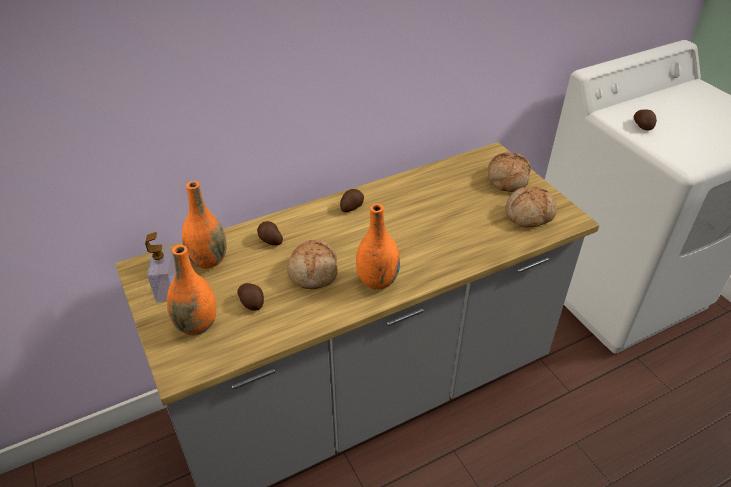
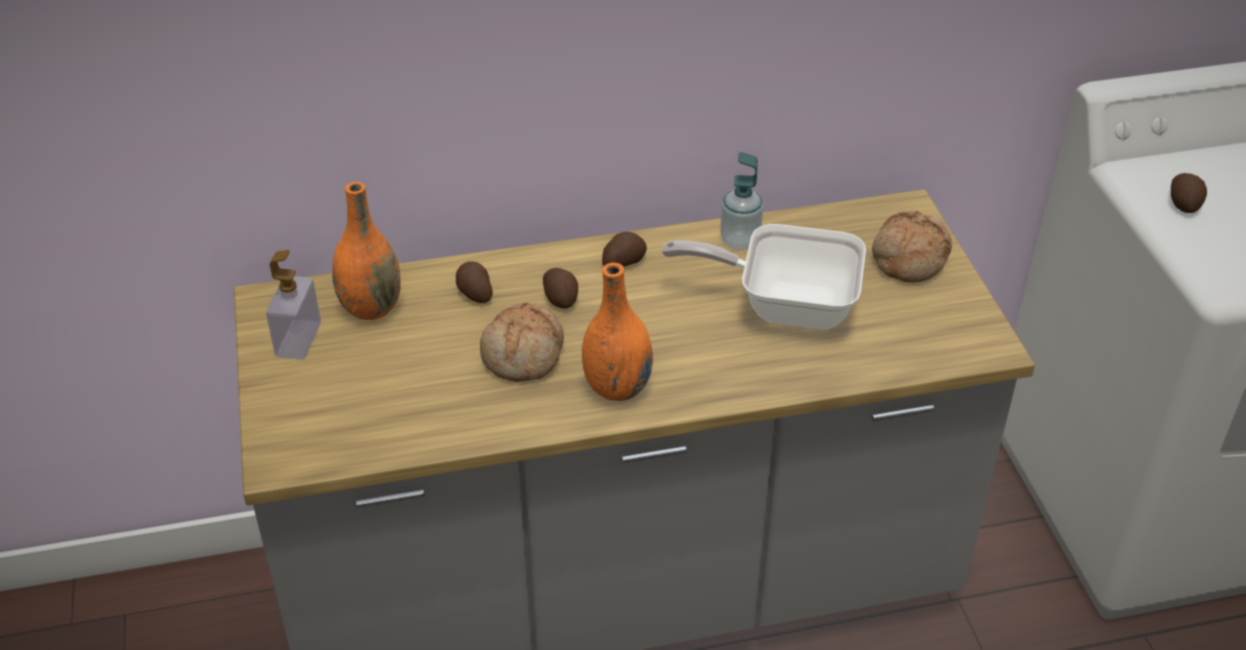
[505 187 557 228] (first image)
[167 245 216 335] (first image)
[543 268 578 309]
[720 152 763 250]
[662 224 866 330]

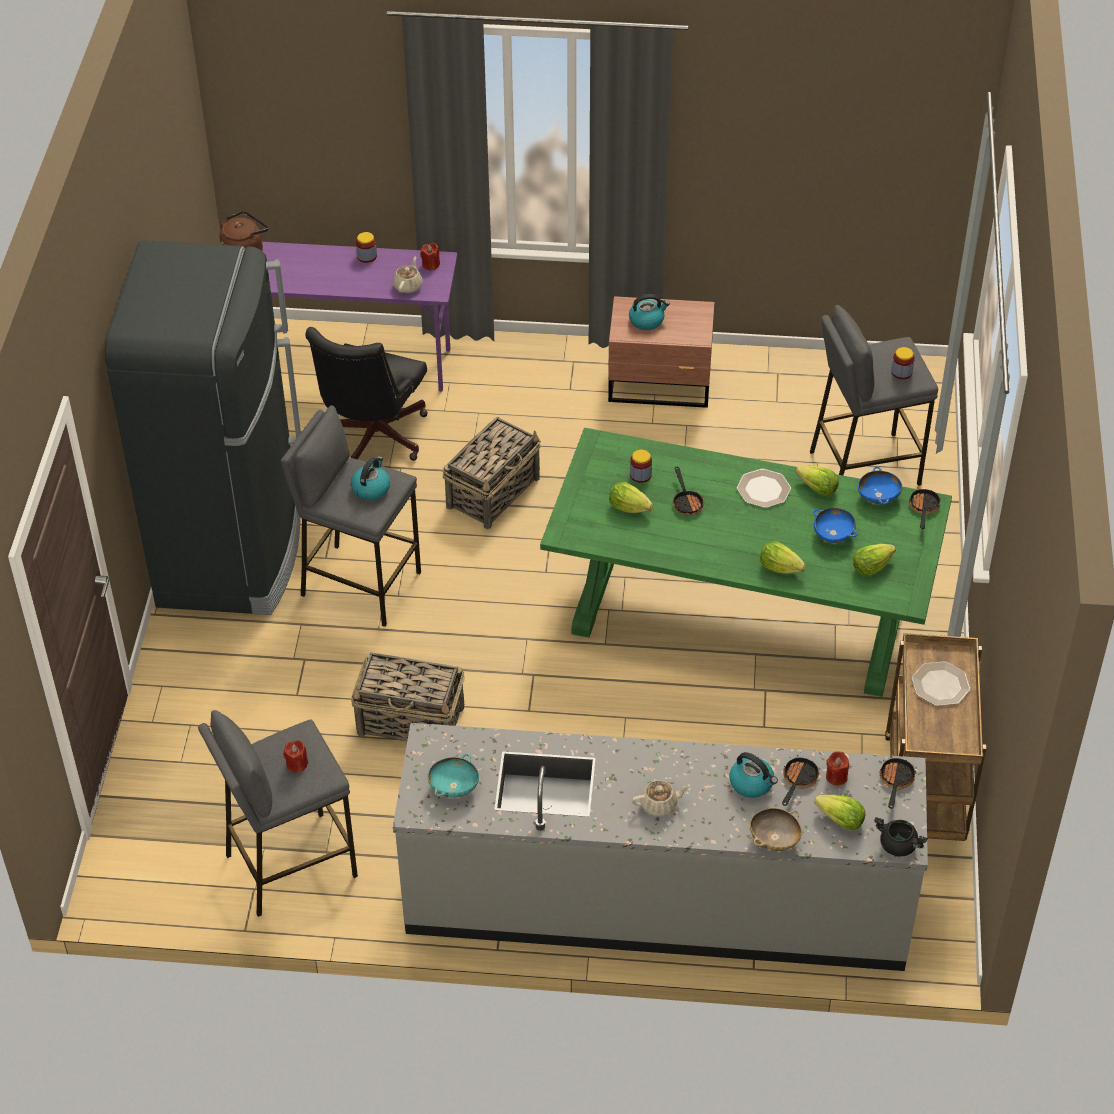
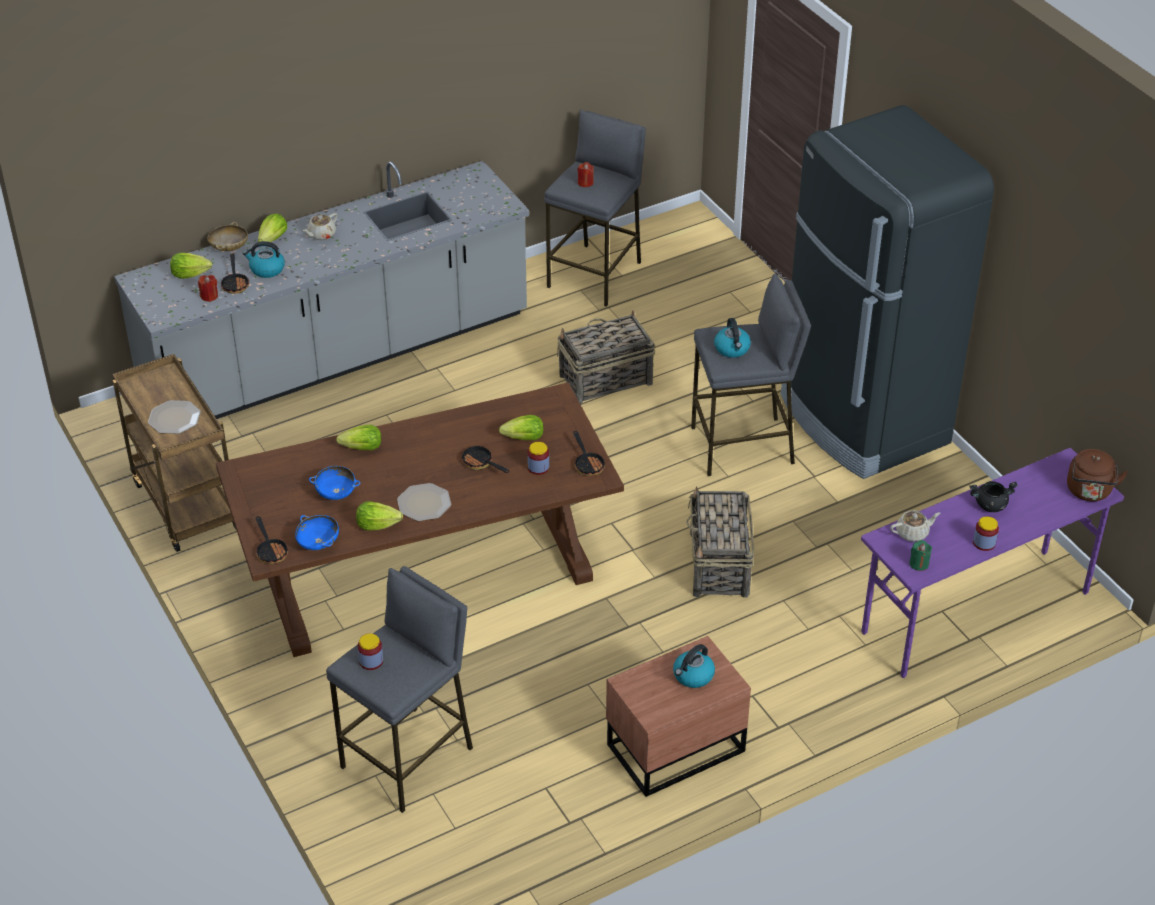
[909 540 932 571]
[890 510 940 542]
[306 327 428 461] (first image)
[216 383 624 657]
[258 213 287 242]
[428 754 479 798] (first image)
[573 431 606 476]
[969 481 1018 512]

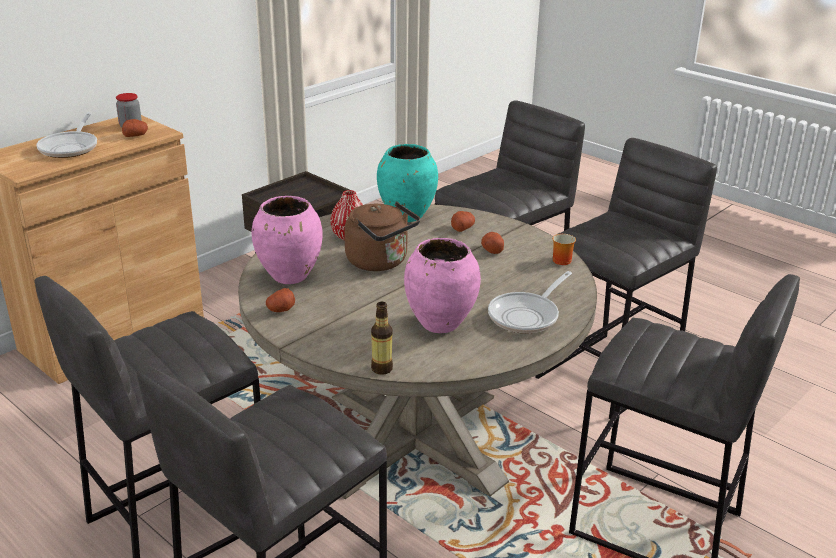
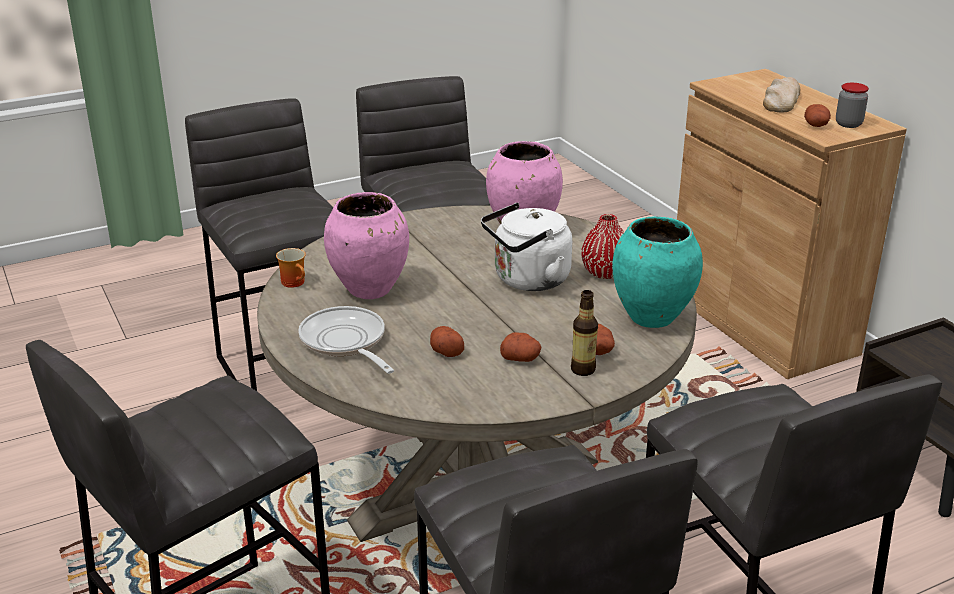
[763 77 800 113]
[481 203 572 291]
[276 248 306 288]
[430 326 464 357]
[571 290 598 376]

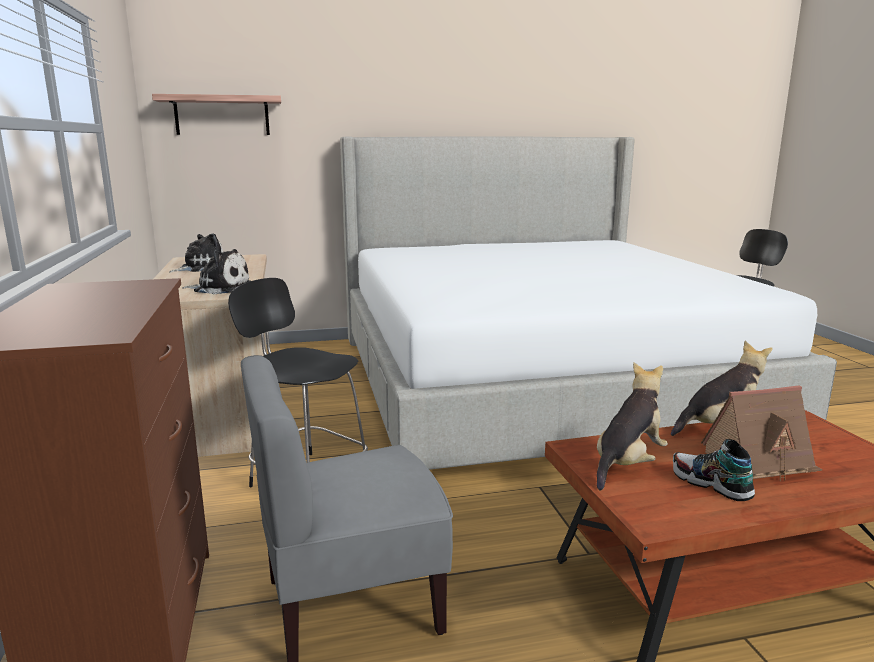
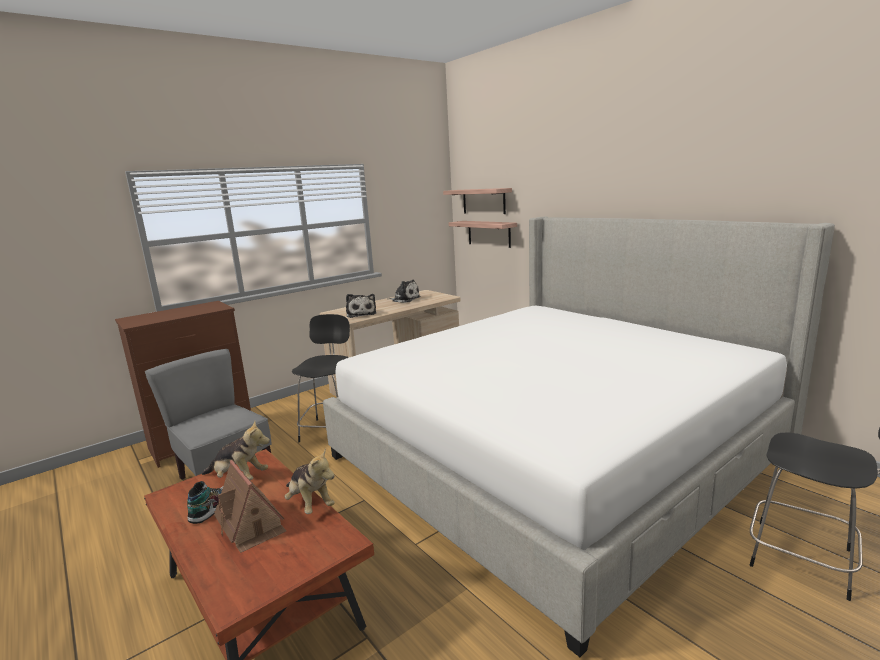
[449 221 517 248]

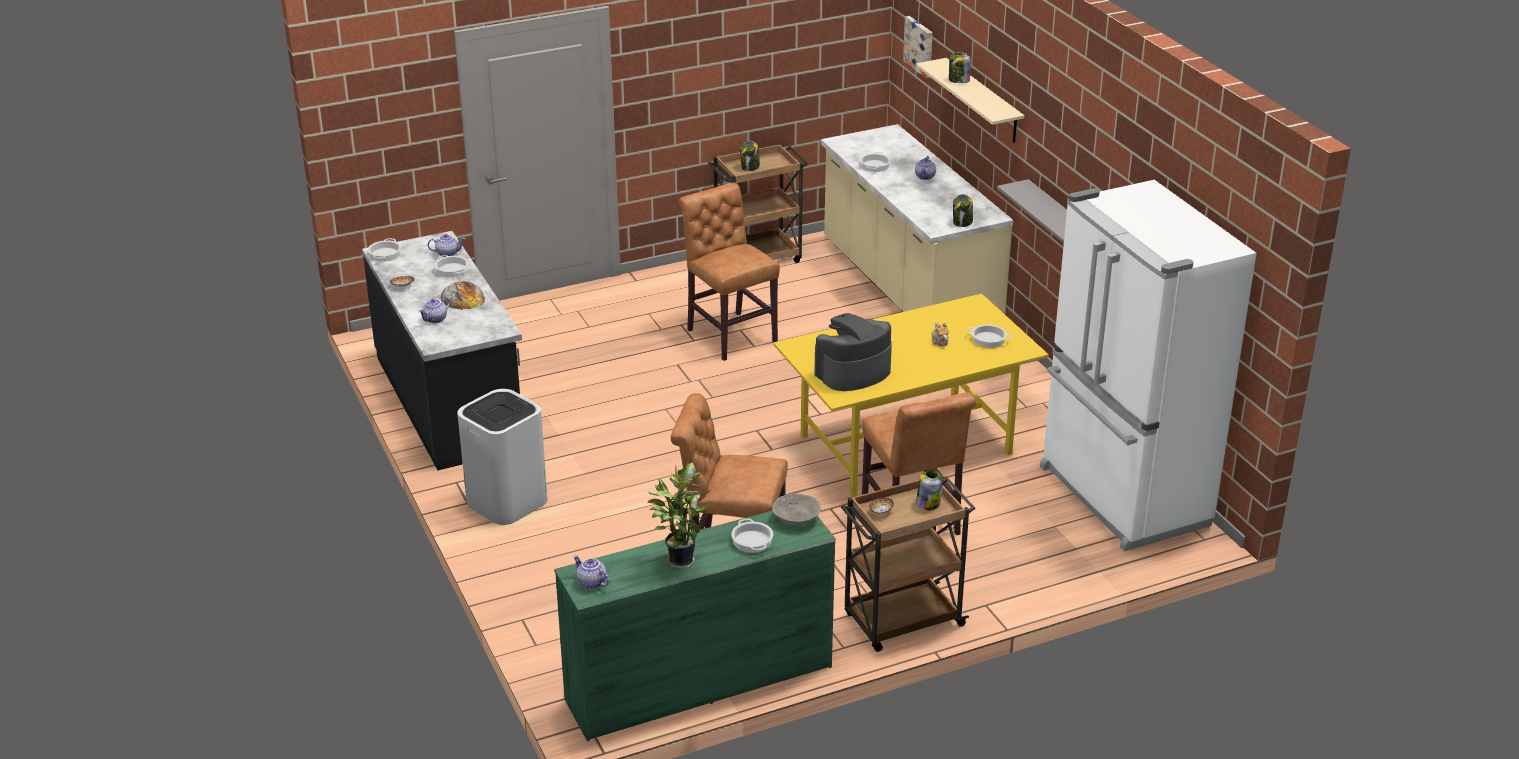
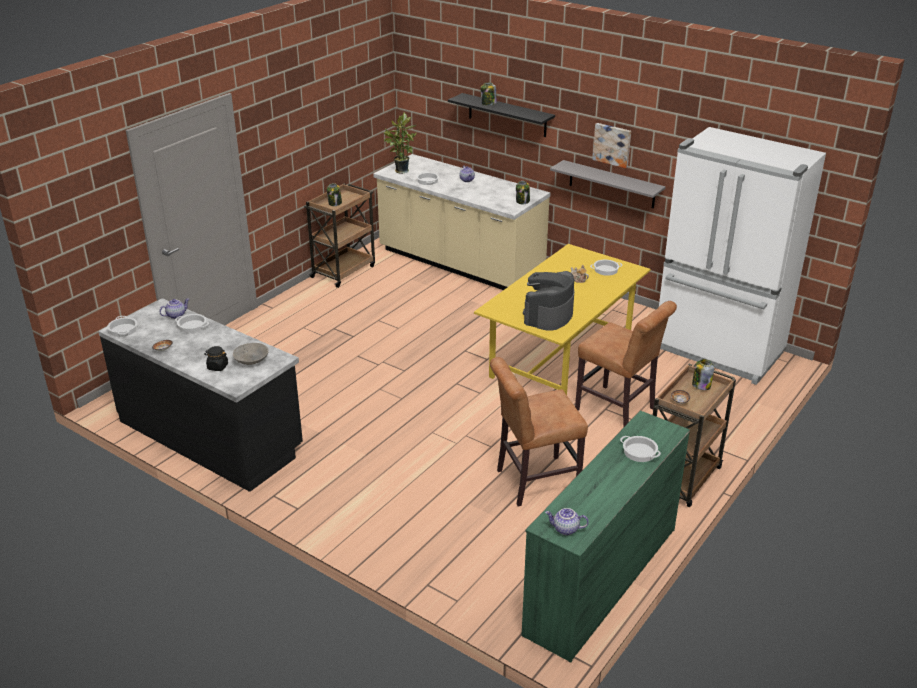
[593 123 631 168]
[448 93 555 137]
[679 183 780 361] (first image)
[441 281 485 310] (first image)
[204 346 228 371]
[457 389 548 525] (first image)
[384 113 417 174]
[233 343 269 365]

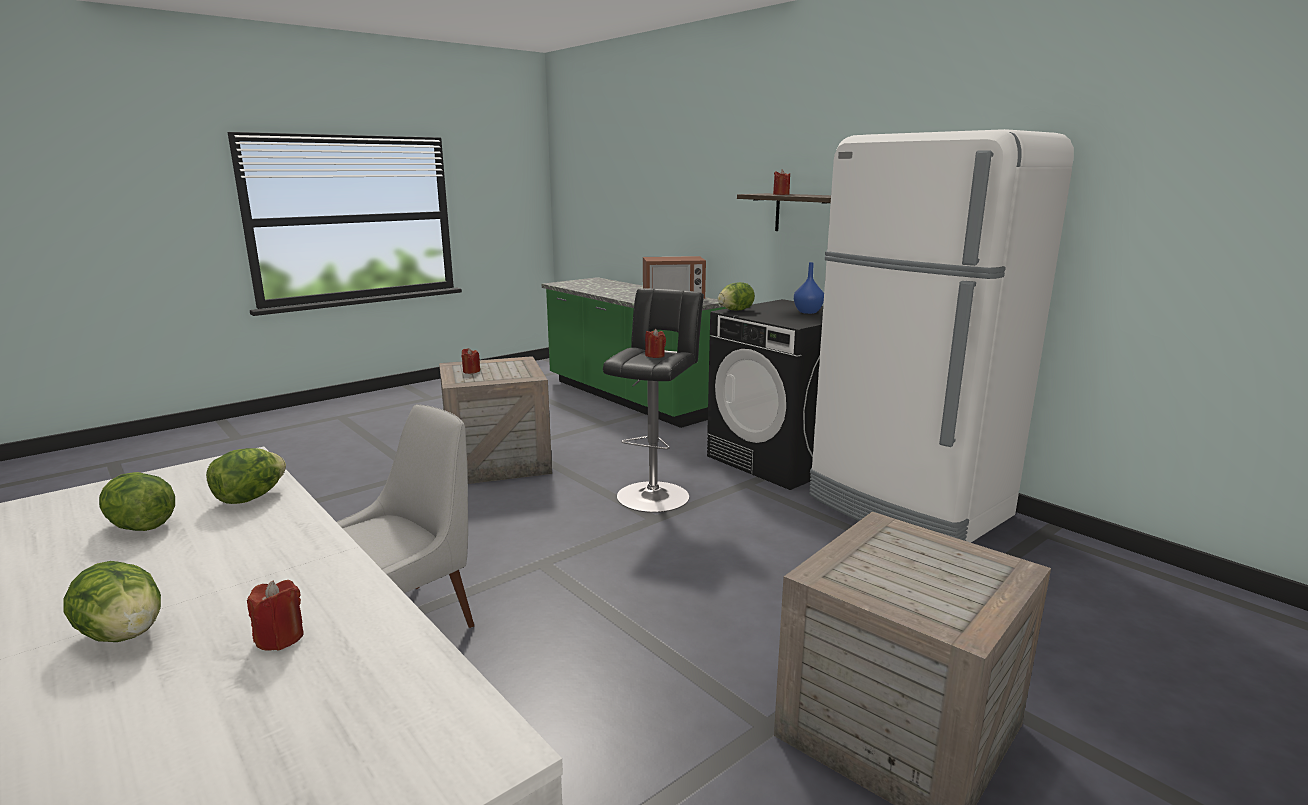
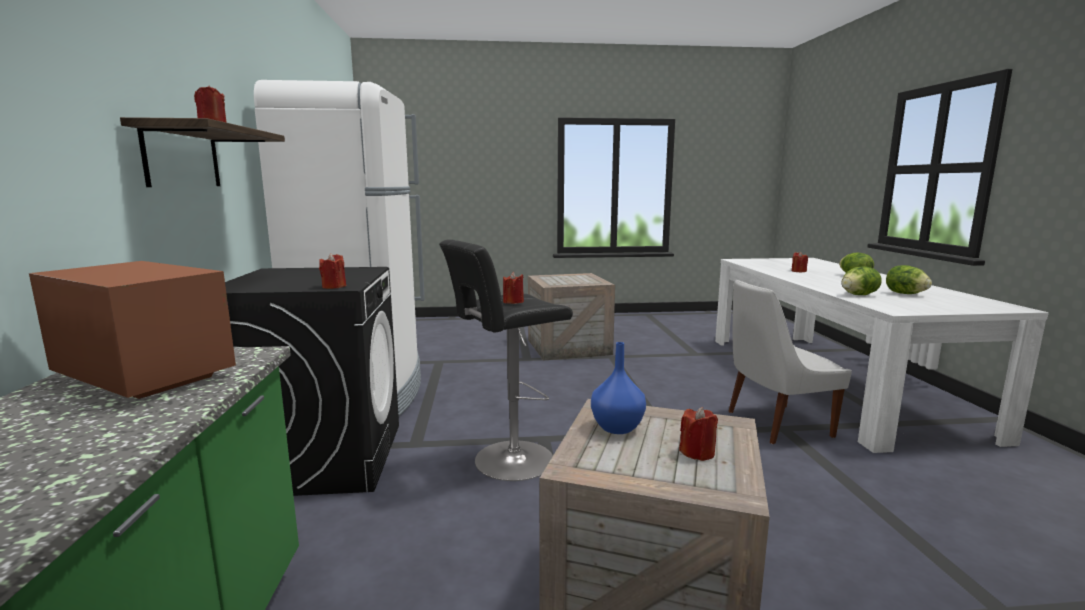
[591 342 646 434]
[319 253 346 289]

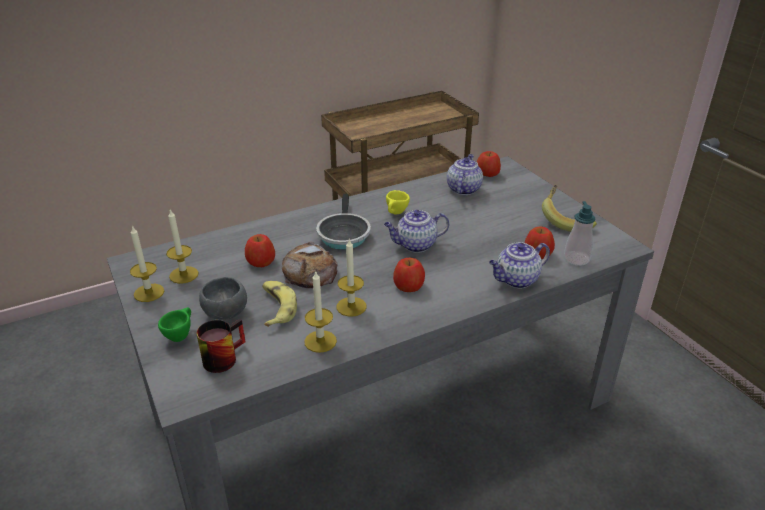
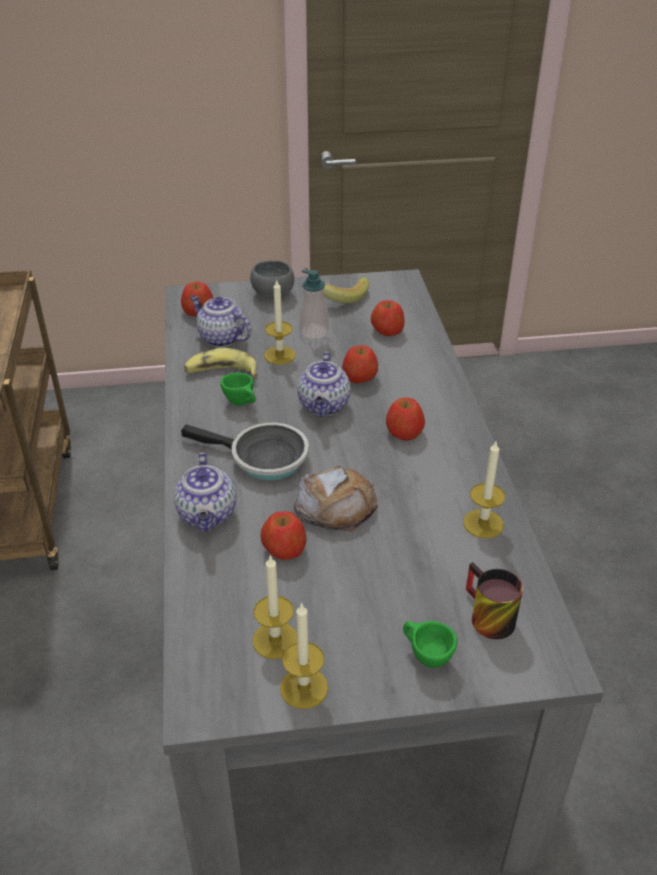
[220 372 256 406]
[299 270 329 340]
[264 279 296 365]
[174 452 237 532]
[250 260 294 299]
[184 348 257 377]
[342 345 378 383]

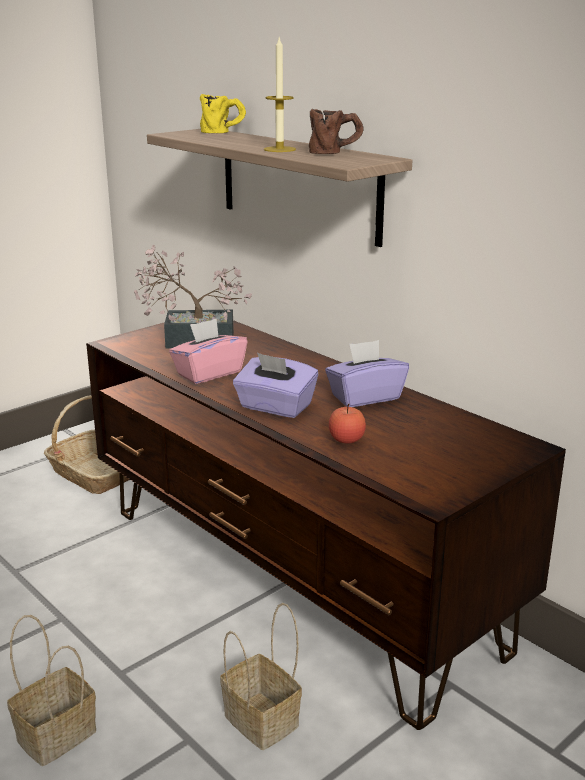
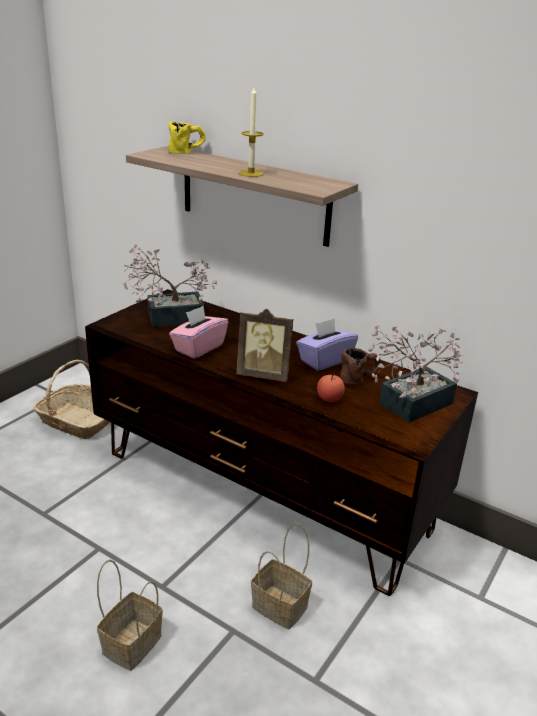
[340 348 381 385]
[236 309 293 382]
[367 325 463 423]

